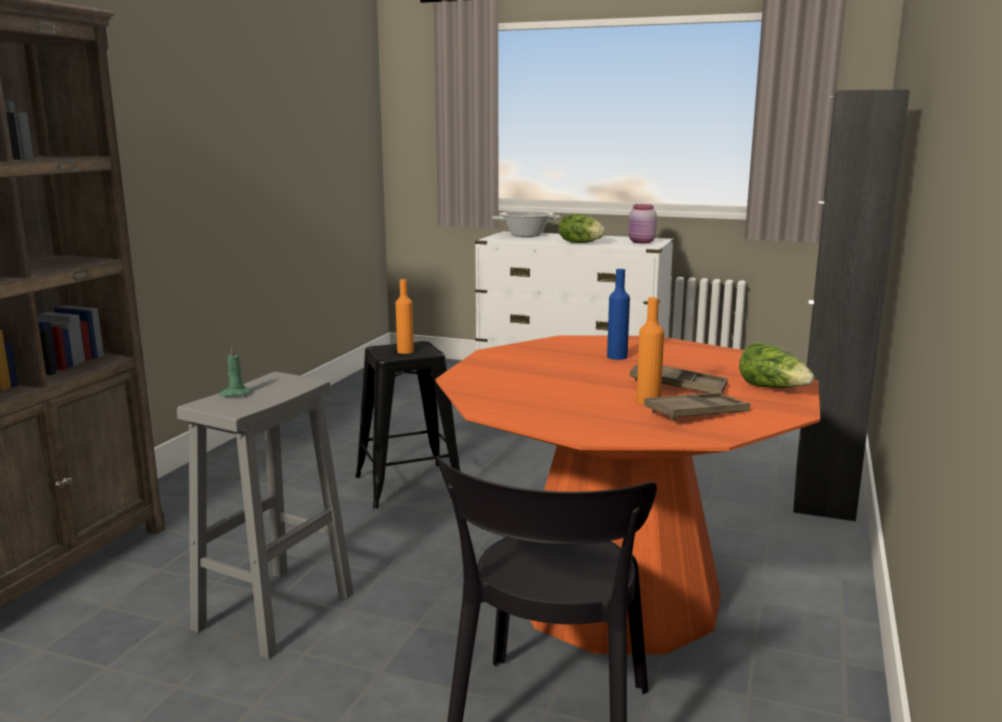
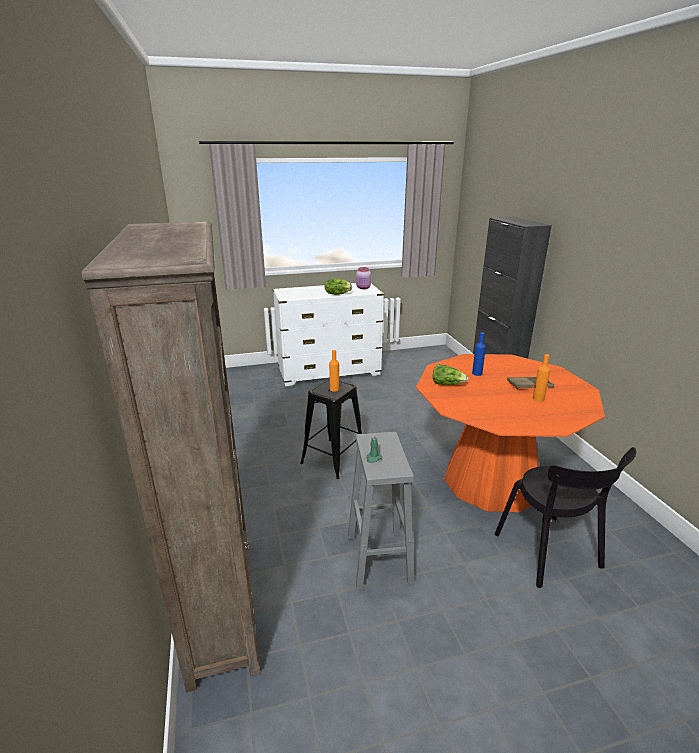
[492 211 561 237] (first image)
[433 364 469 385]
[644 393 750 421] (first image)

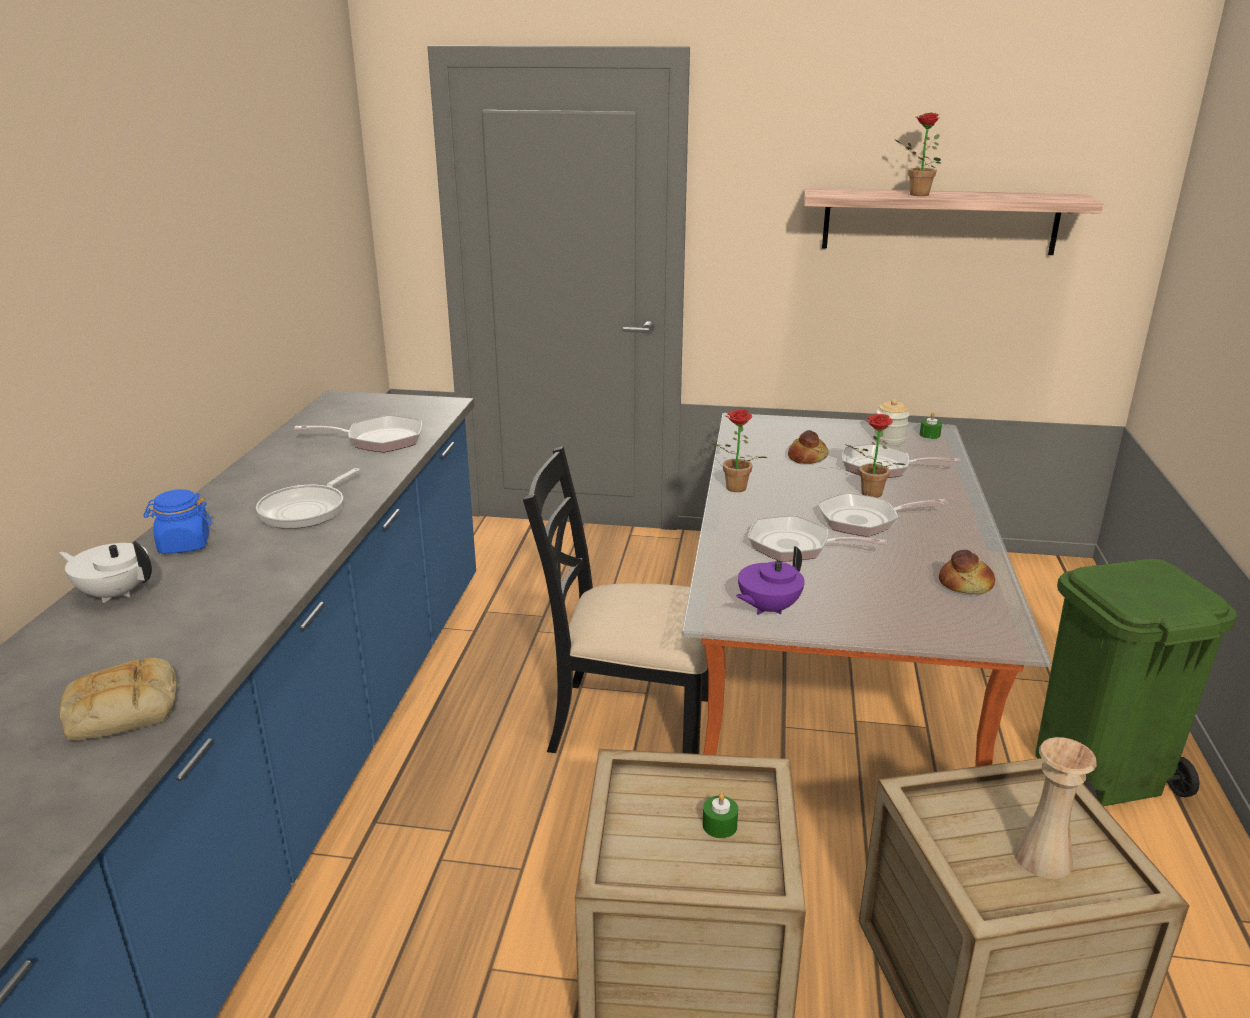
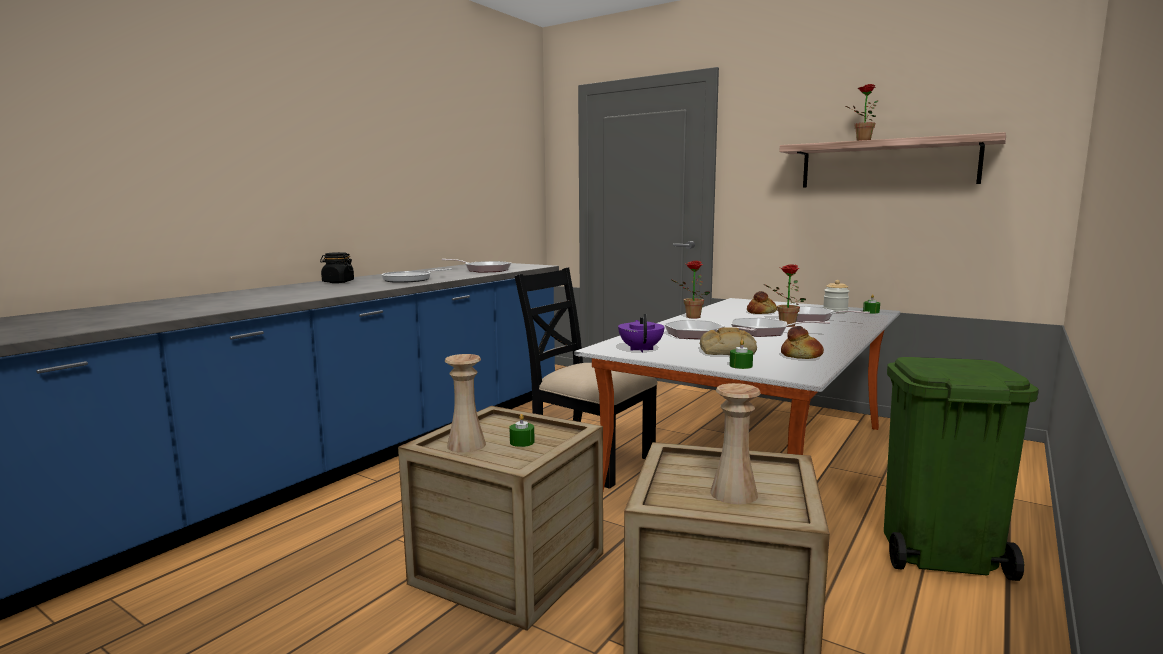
[320 252 354 283]
[59 541 152 603] (first image)
[618 314 664 352]
[700 327 757 355]
[730 340 753 369]
[445 354 486 453]

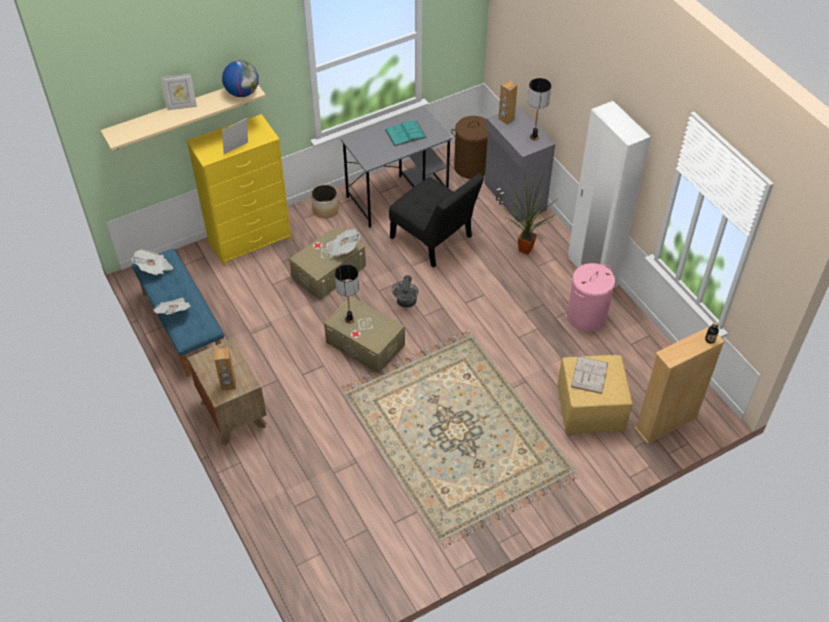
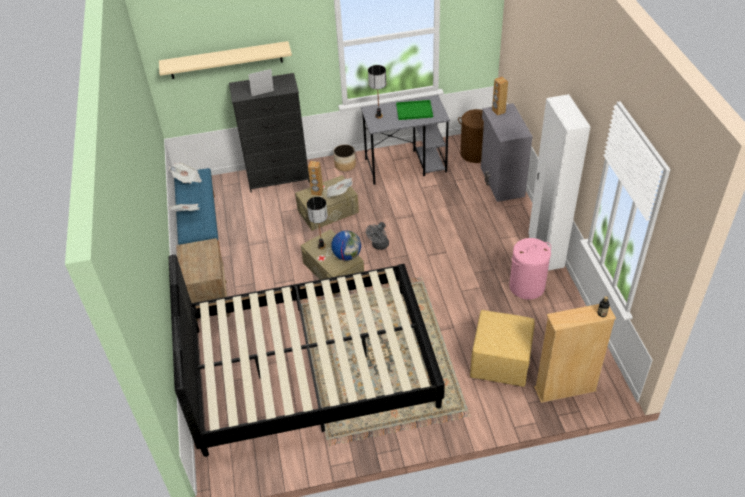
[331 231 361 261]
[161 74 197 110] (first image)
[368 65 386 118]
[229 73 310 193]
[396 100 433 120]
[504 171 557 255] (first image)
[389 173 484 268] (first image)
[308 161 323 196]
[571 356 608 394] (first image)
[168 255 445 457]

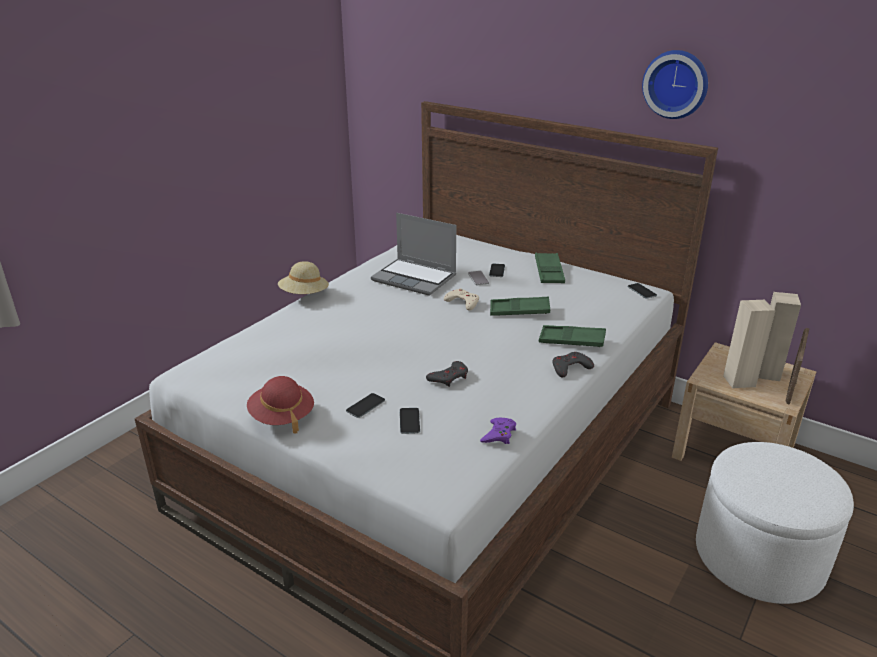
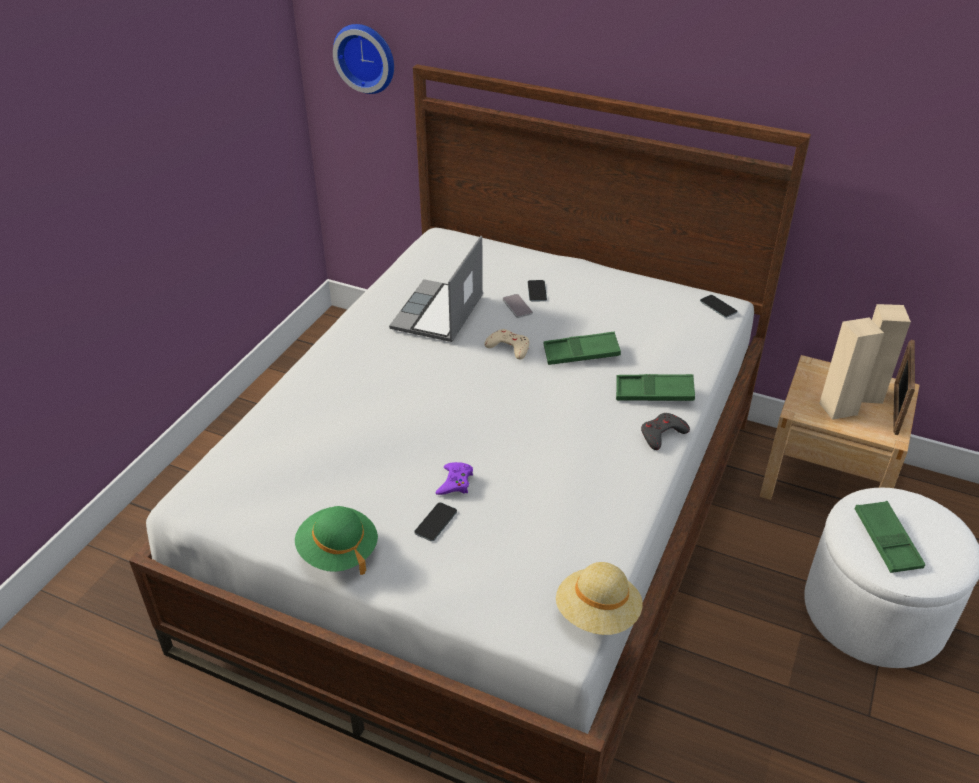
[333 24 394 94]
[389 236 483 342]
[854 501 925 573]
[556 562 643 635]
[426 361 468 387] (first image)
[295 506 378 575]
[400 408 420 434] (first image)
[436 462 473 495]

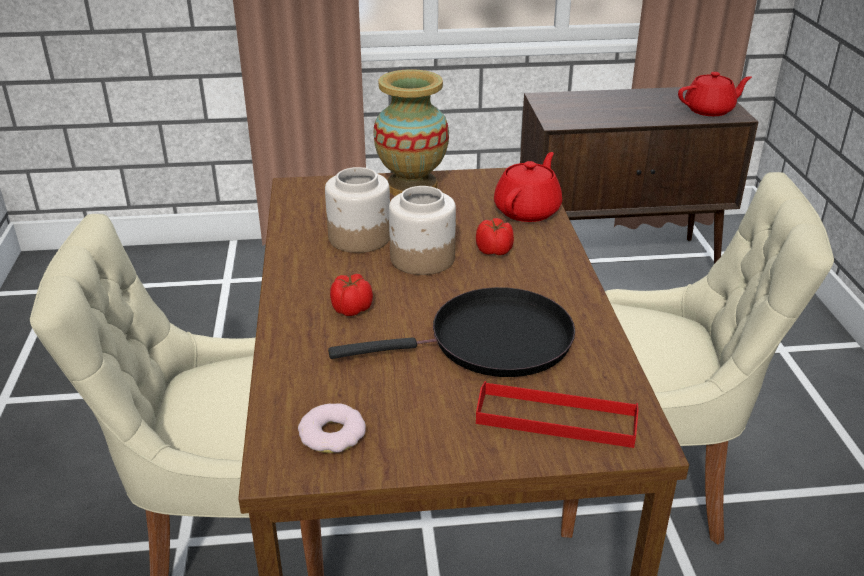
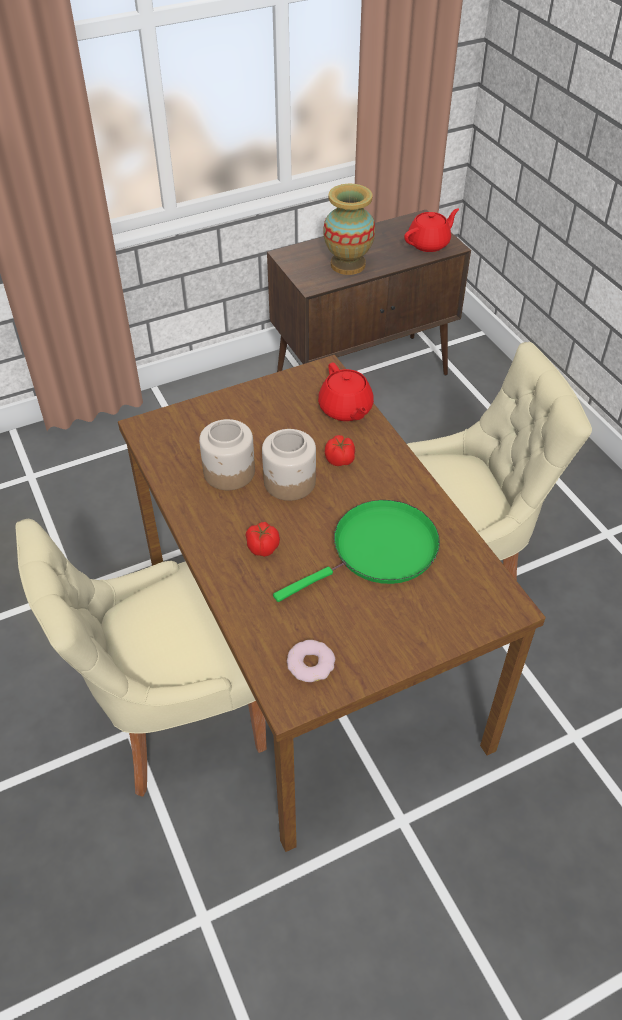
[323 184 375 275]
[318 363 374 421]
[273 500 440 602]
[476 381 639 448] (first image)

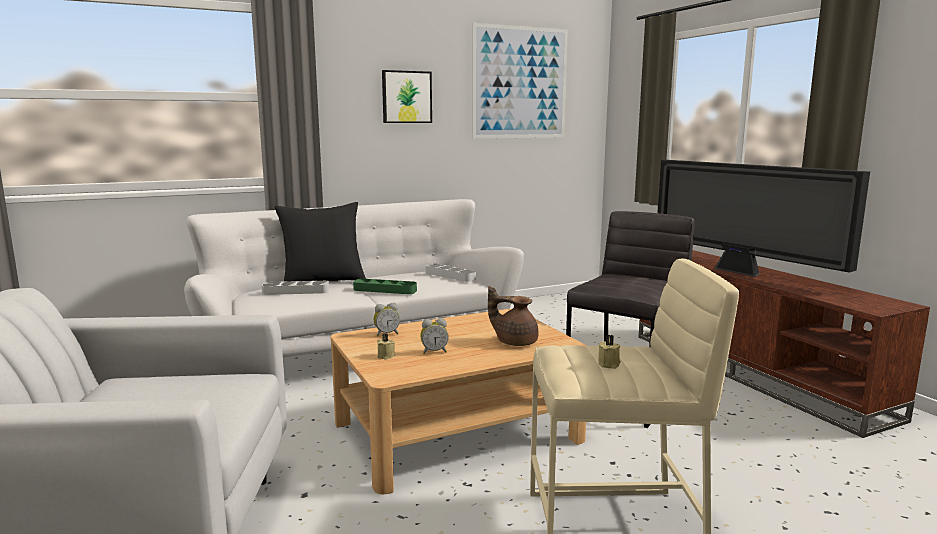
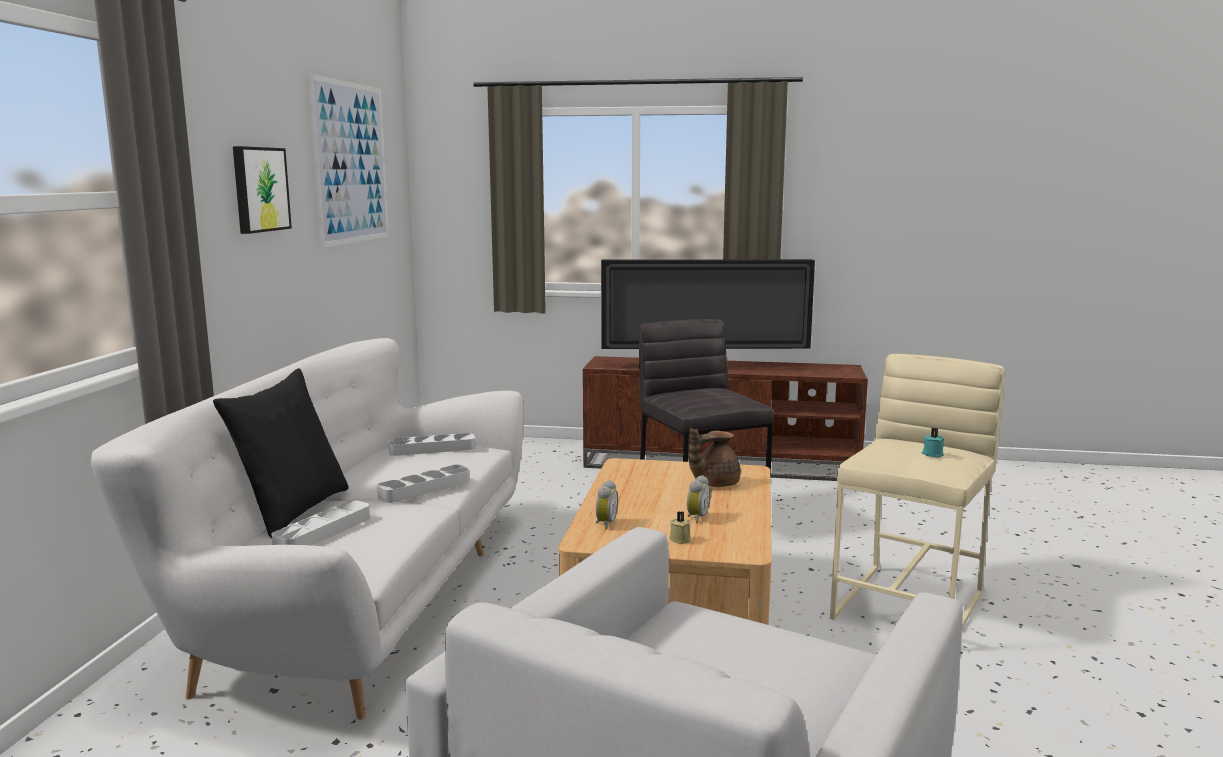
[377 465 470 503]
[922 428 944 458]

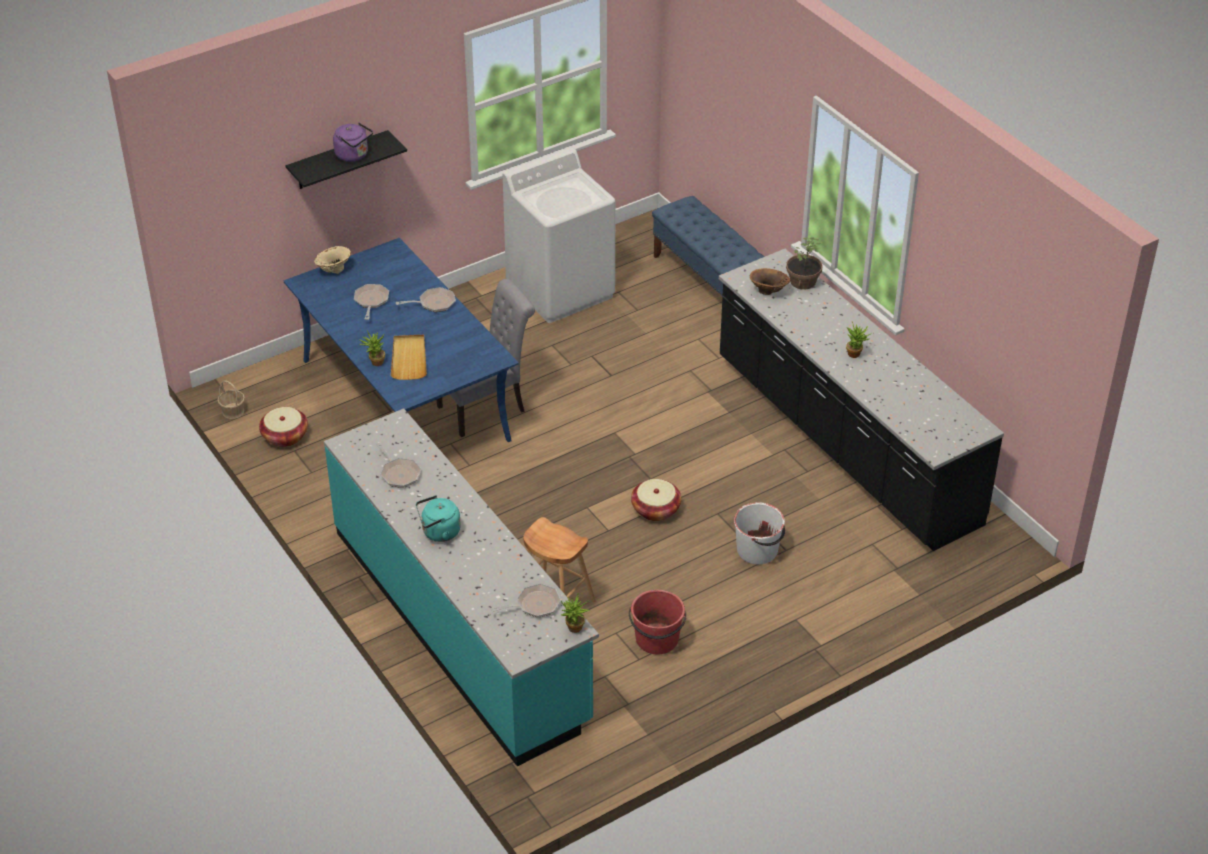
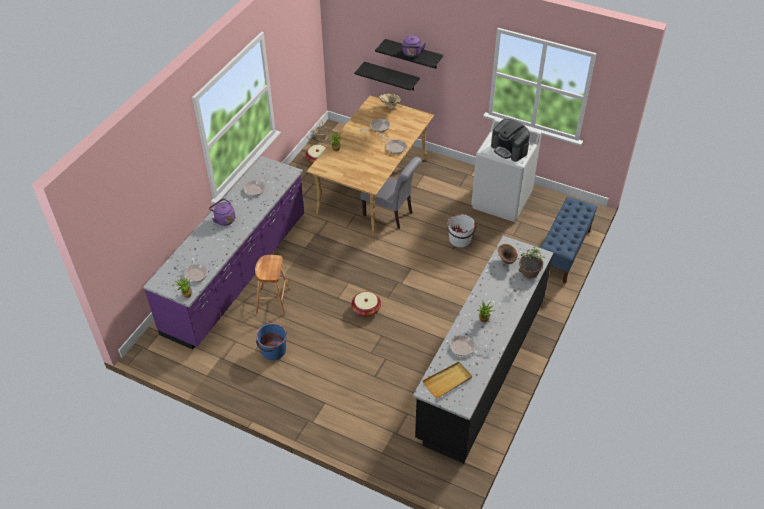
[307 96 434 234]
[423 362 472 398]
[143 156 304 350]
[209 199 235 226]
[447 214 476 247]
[256 323 287 360]
[354 62 420 91]
[491 119 530 162]
[450 335 493 356]

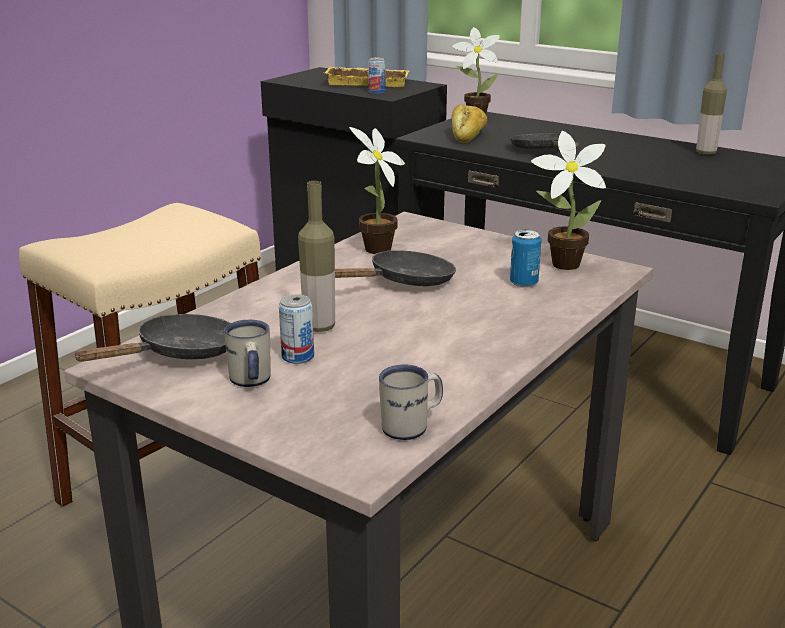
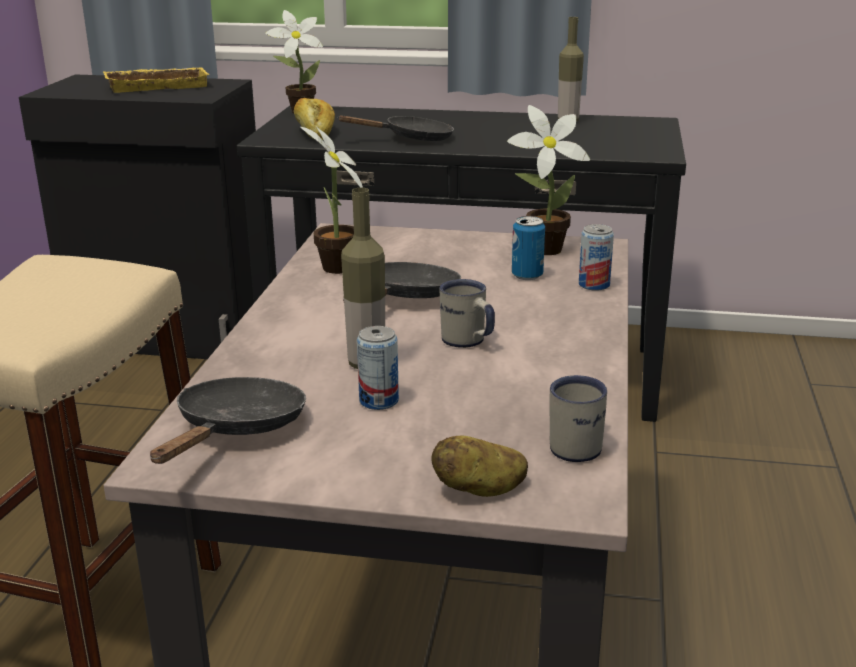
[579 224 614 291]
[337 115 454 141]
[439 279 495 348]
[431 436 528 497]

